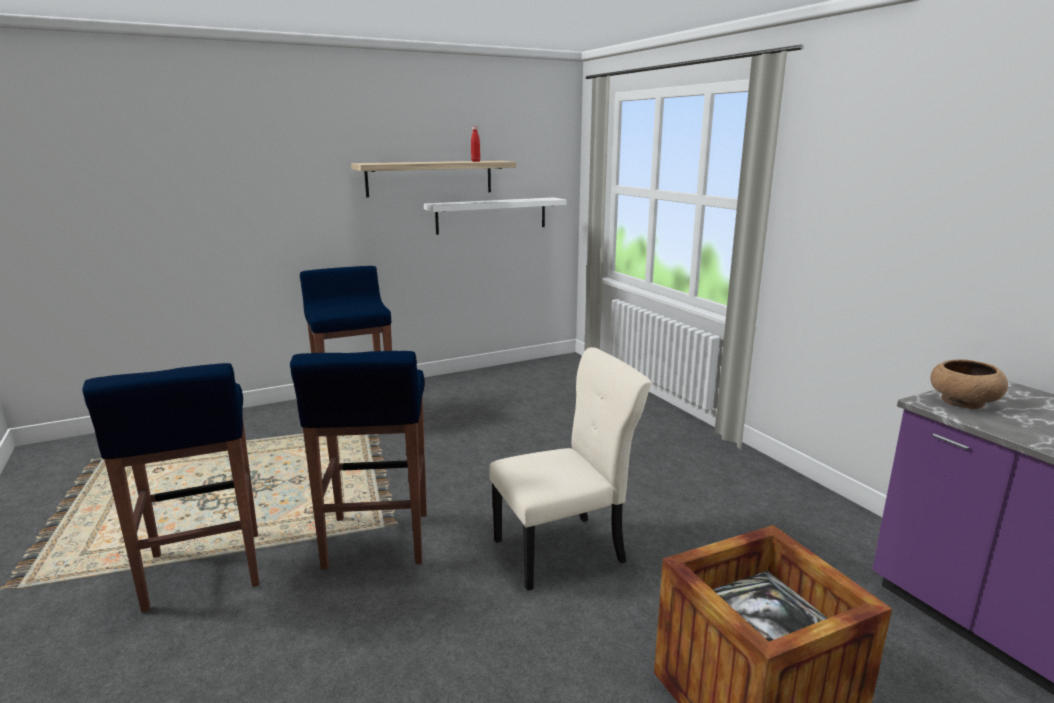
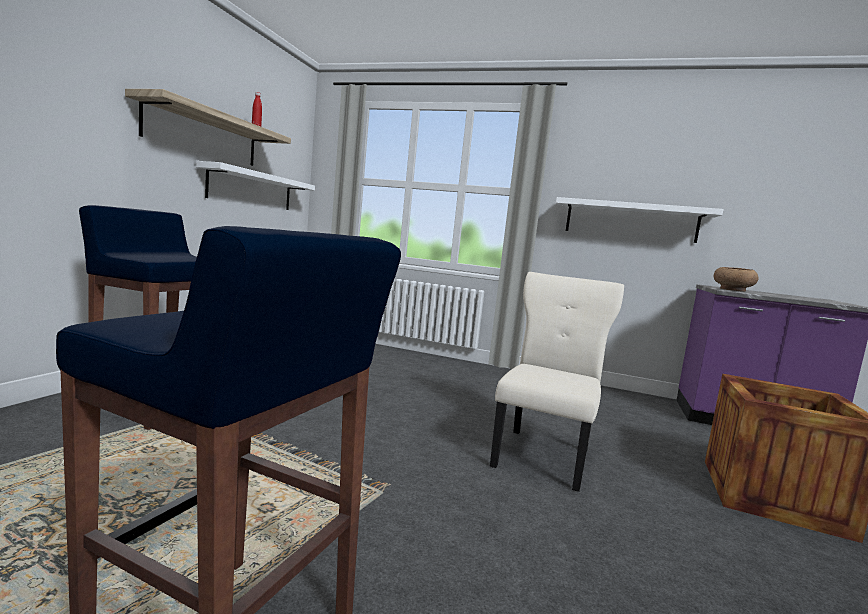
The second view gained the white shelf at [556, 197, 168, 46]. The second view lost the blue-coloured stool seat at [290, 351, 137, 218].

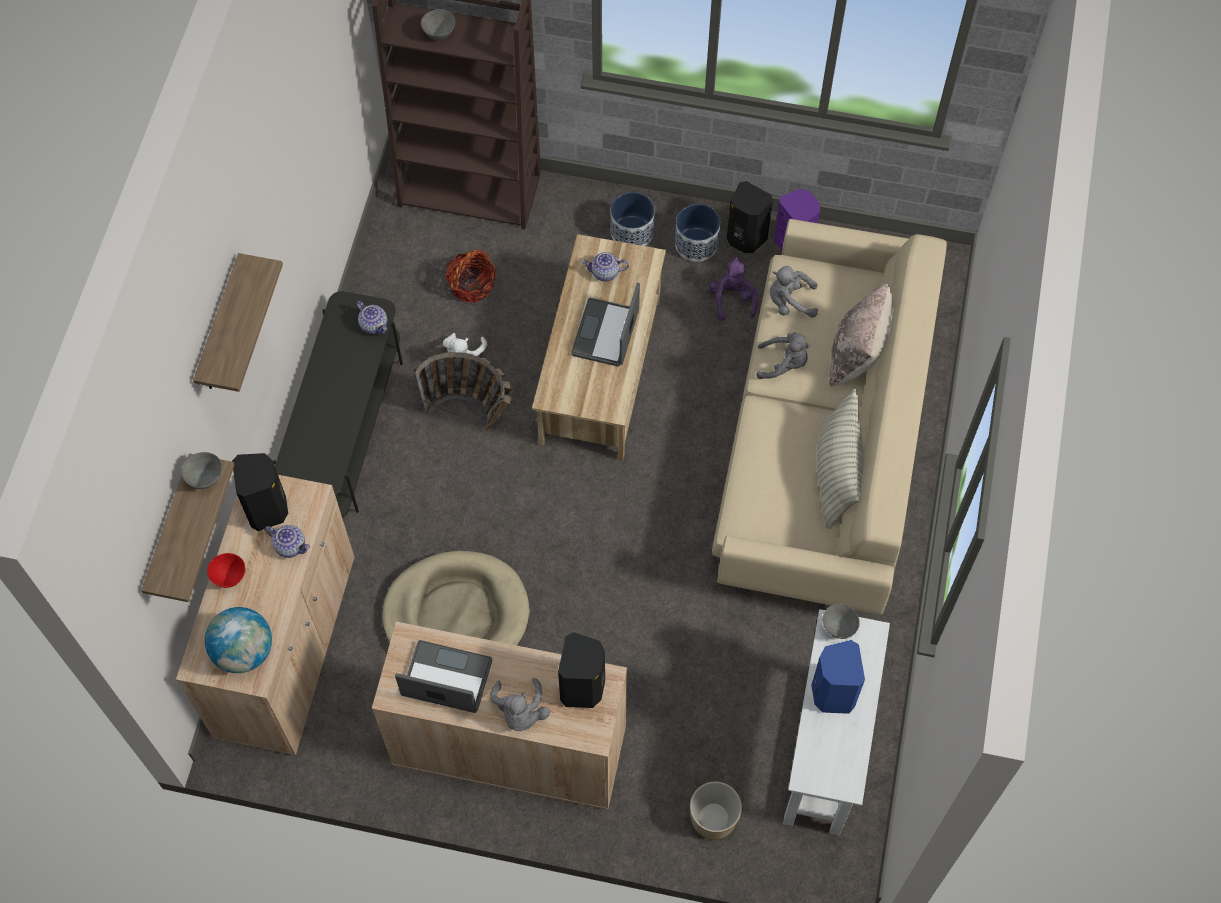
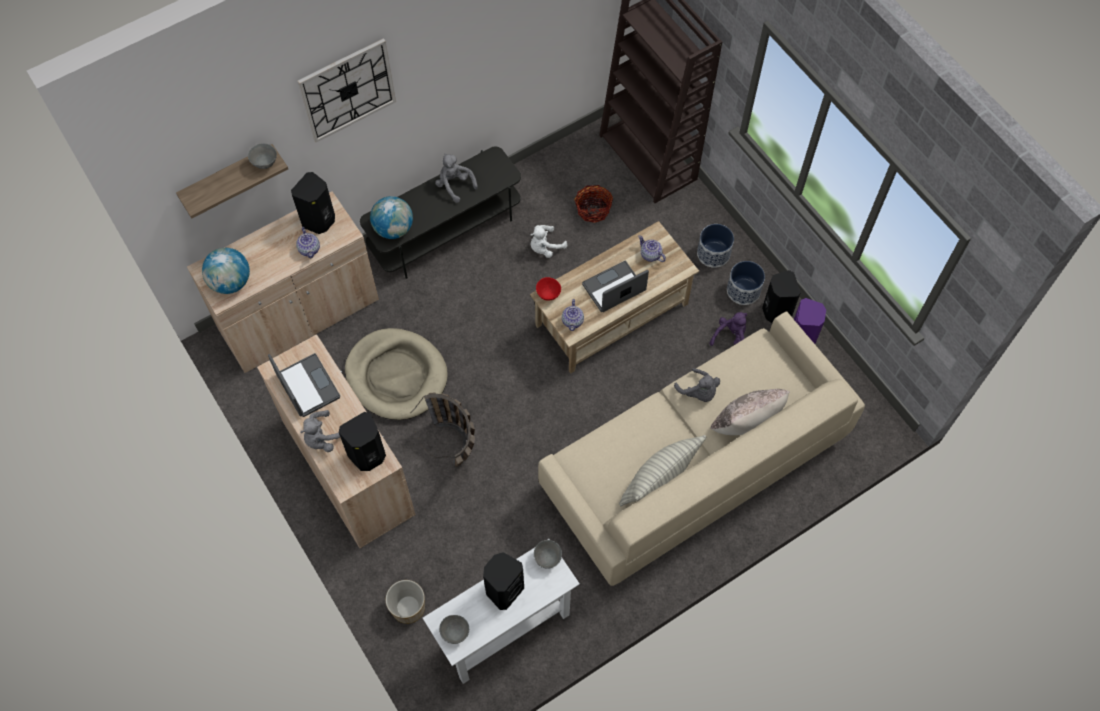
Where the shelf hung at [193, 253, 90, 139], the clock on the wall came to hang at [298, 38, 98, 104]. The second view gained the globe at [370, 196, 43, 43]. The basket ended up elsewhere, having gone from [414, 352, 98, 80] to [410, 392, 65, 75]. The greyish plush toy ended up elsewhere, having gone from [770, 266, 48, 52] to [435, 153, 43, 50]. The greyish bowl ended up elsewhere, having gone from [421, 9, 34, 31] to [439, 615, 30, 29]. What was the blue-coloured audio speaker at [811, 640, 54, 74] turned into the black-coloured audio speaker at [483, 552, 41, 58]. The red-coloured bowl ended up elsewhere, having gone from [207, 553, 38, 35] to [536, 277, 25, 23]. The pot for tea ended up elsewhere, having gone from [356, 301, 31, 33] to [562, 299, 22, 32].

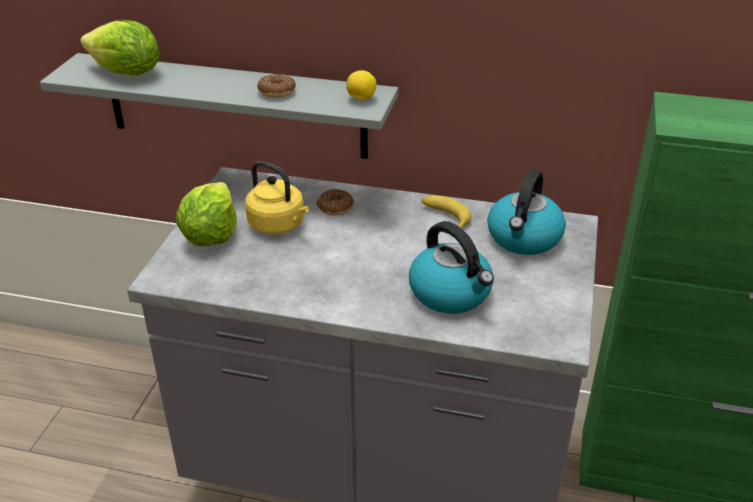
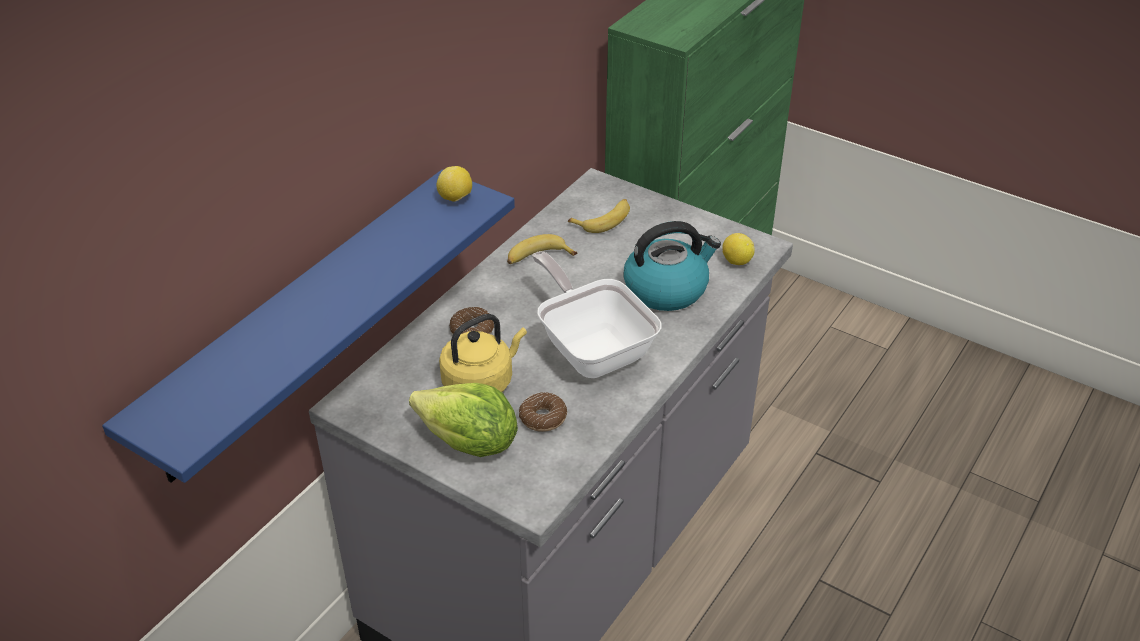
What was the greyish shelf at [40, 53, 358, 106] turned into the blue-coloured shelf at [102, 169, 413, 314]. The donut ended up elsewhere, having gone from [257, 74, 39, 24] to [519, 392, 48, 40]. The second view gained the frying pan at [532, 251, 130, 127]. Where the kettle stood at [487, 170, 79, 85], the banana fruit came to stand at [568, 199, 62, 34]. The second view gained the lemon at [722, 233, 33, 32]. The second view lost the lettuce head at [80, 20, 80, 55].

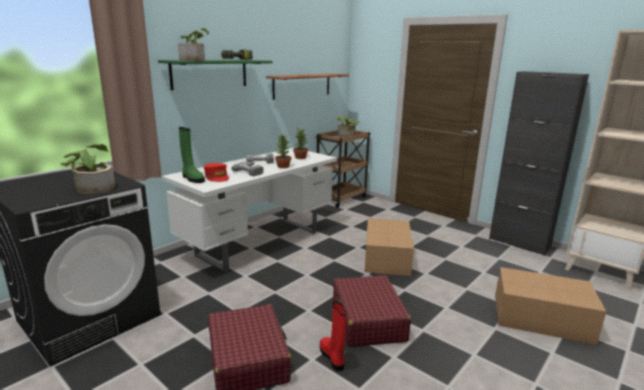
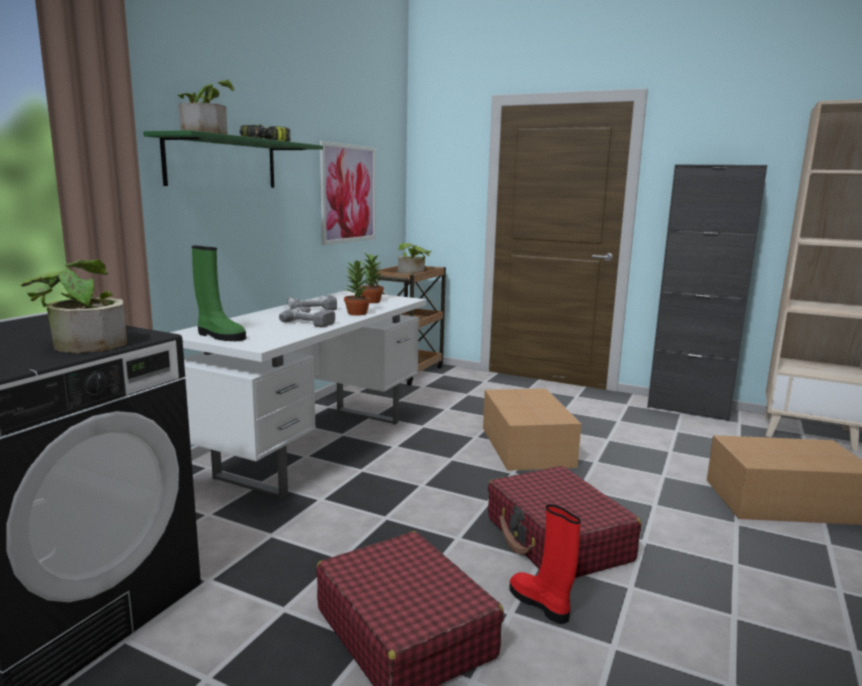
Where the shelf hung at [266, 73, 83, 27], the wall picture came to hang at [320, 141, 56, 104]. The second view lost the red-coloured cap at [204, 163, 25, 19].

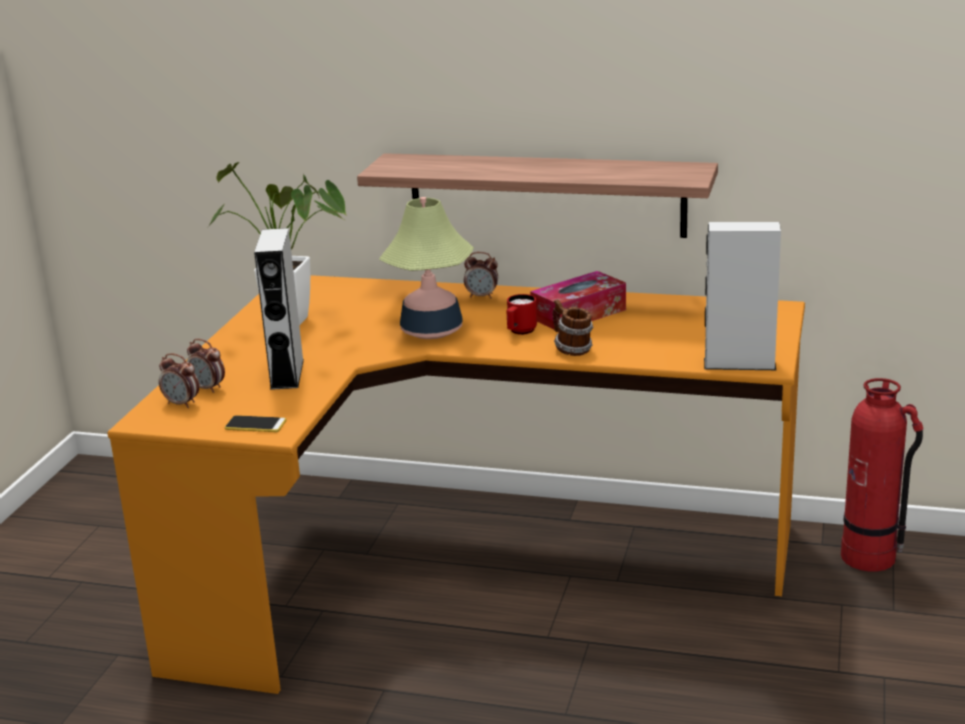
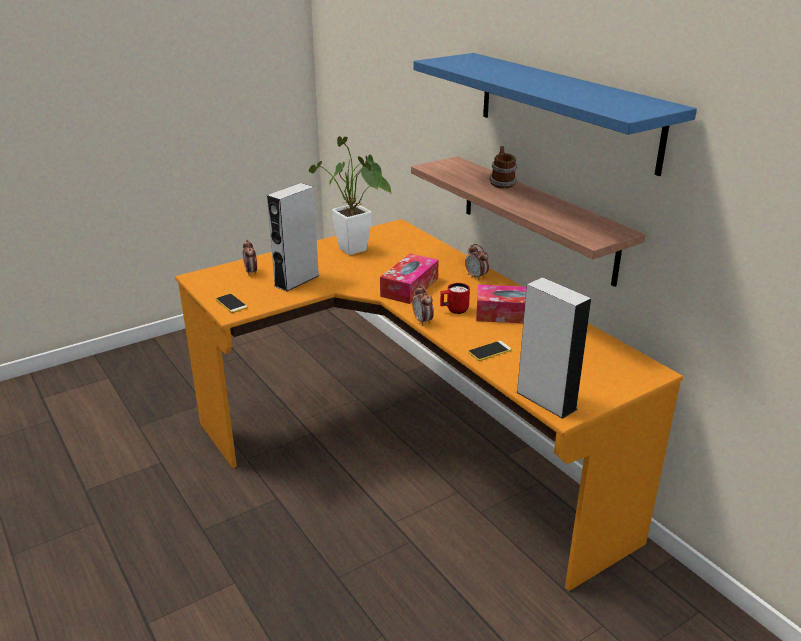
Where the tabletop lamp stood at [379, 197, 95, 142], the tissue box came to stand at [380, 253, 59, 51]. The alarm clock ended up elsewhere, having gone from [159, 353, 40, 55] to [412, 285, 22, 41]. The second view gained the blue-coloured shelf at [413, 53, 284, 123]. The second view gained the handset at [468, 341, 44, 20]. The mug ended up elsewhere, having gone from [552, 299, 41, 57] to [489, 146, 28, 43]. The second view lost the fire extinguisher at [841, 378, 82, 193].

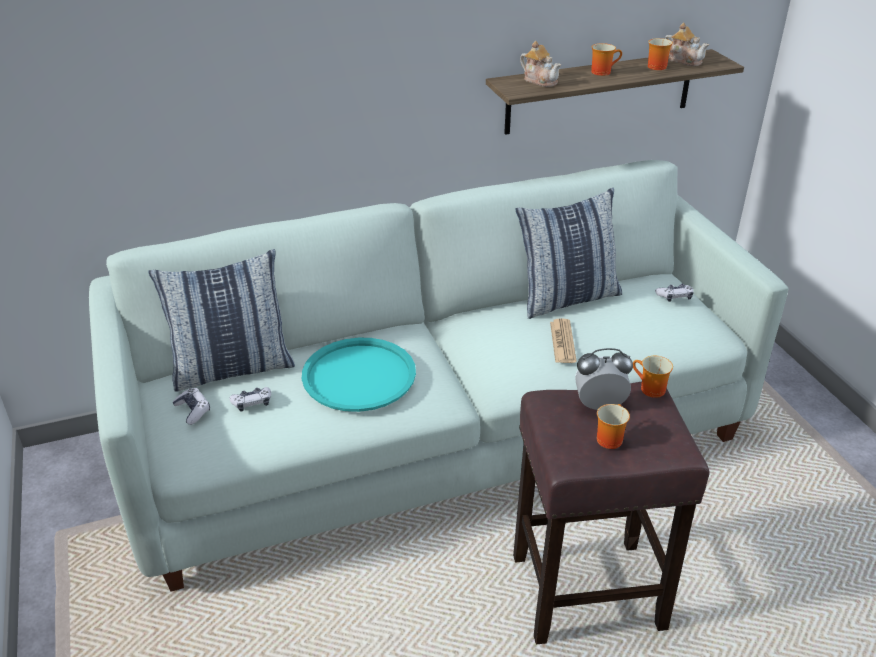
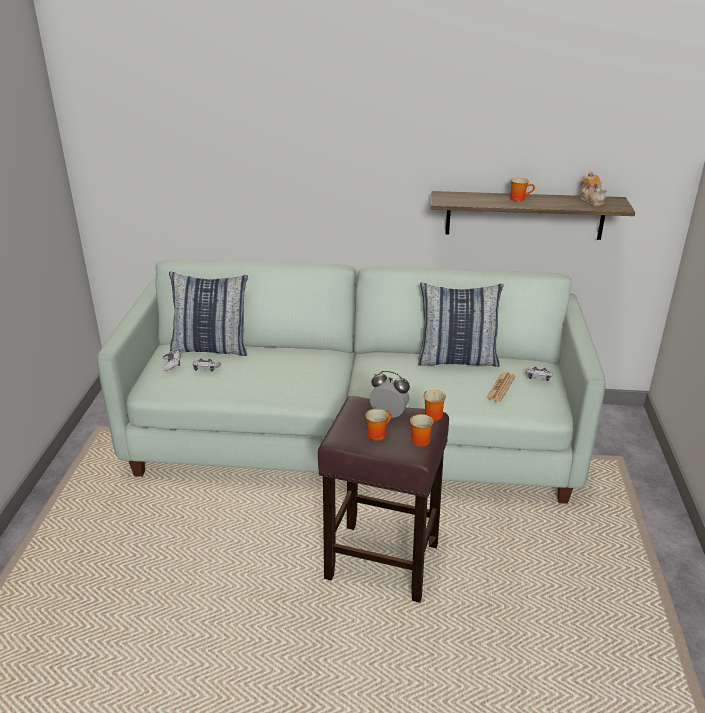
The mug ended up elsewhere, having gone from [648, 38, 25, 32] to [410, 414, 23, 33]. The newspaper ended up elsewhere, having gone from [550, 318, 27, 45] to [486, 372, 29, 30]. The second view lost the turquoise carrying tray at [302, 338, 114, 74]. The second view lost the pot for tea at [520, 41, 41, 46].

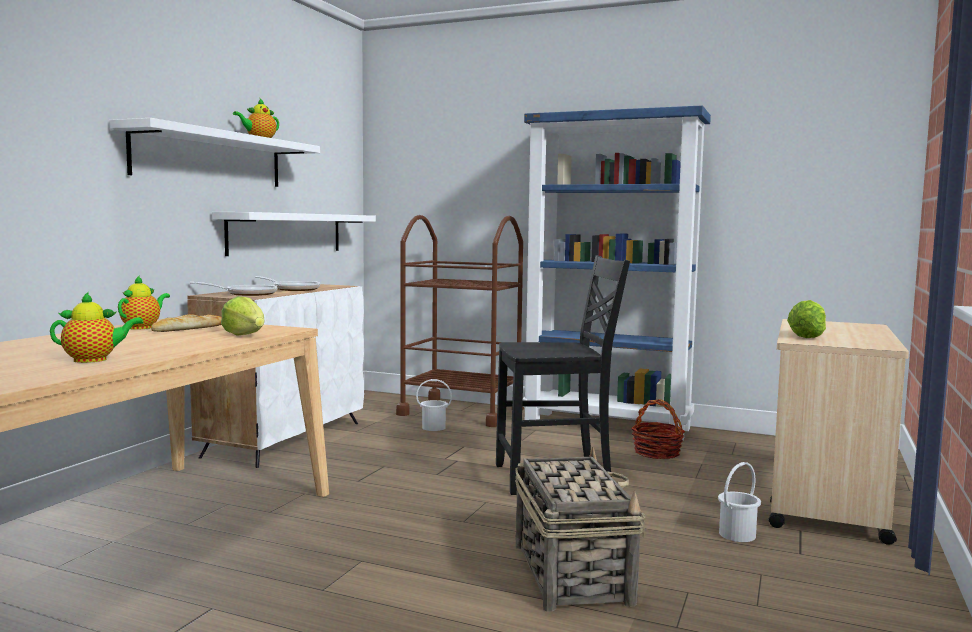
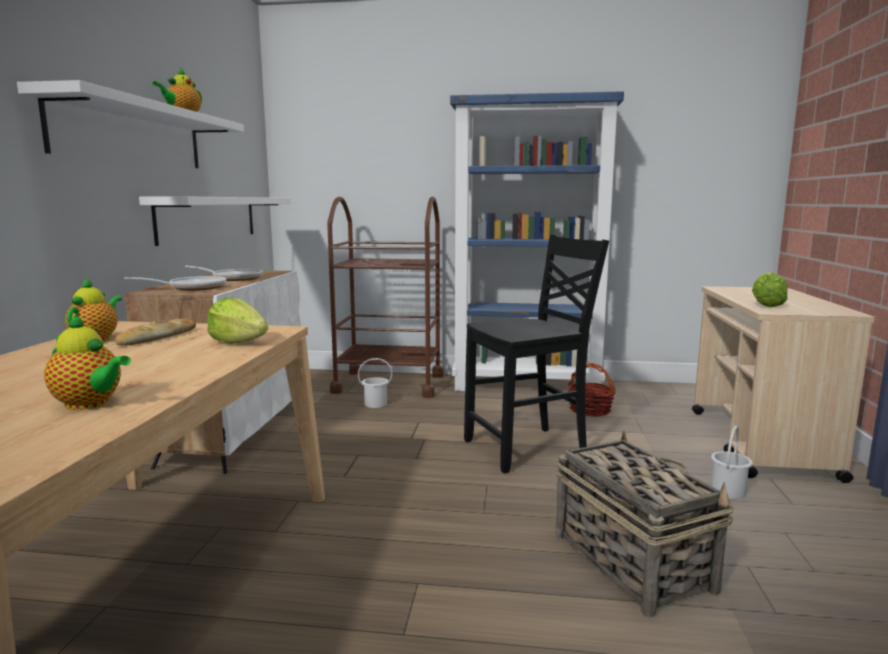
The pot for tea at [50, 292, 94, 71] ended up facing another way, 60 degrees clockwise from before.

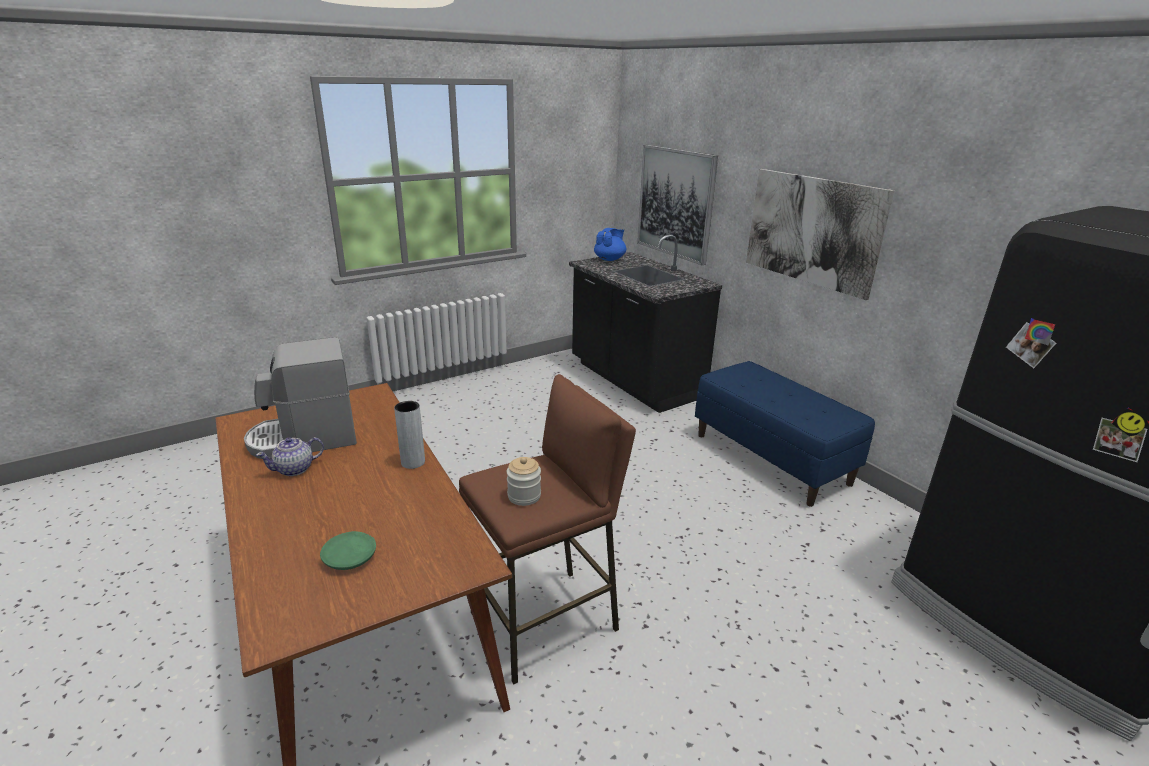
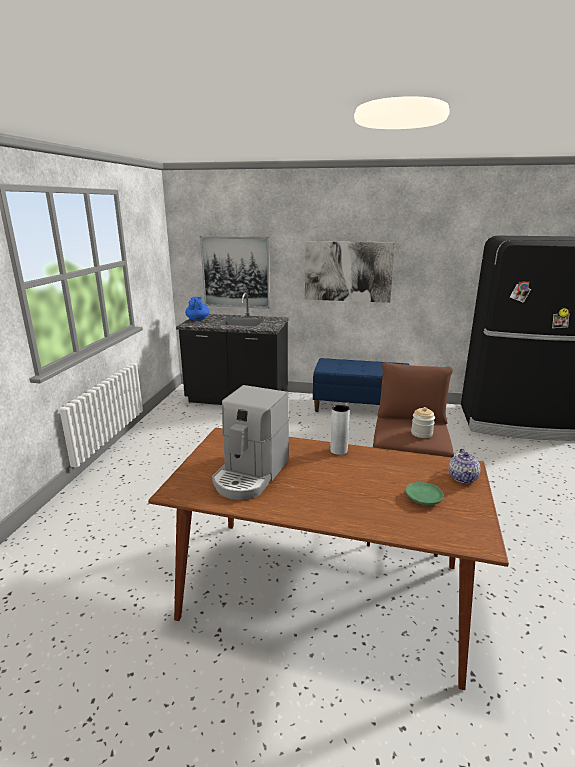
The pot for tea ended up elsewhere, having gone from [256, 437, 68, 39] to [449, 448, 31, 35].

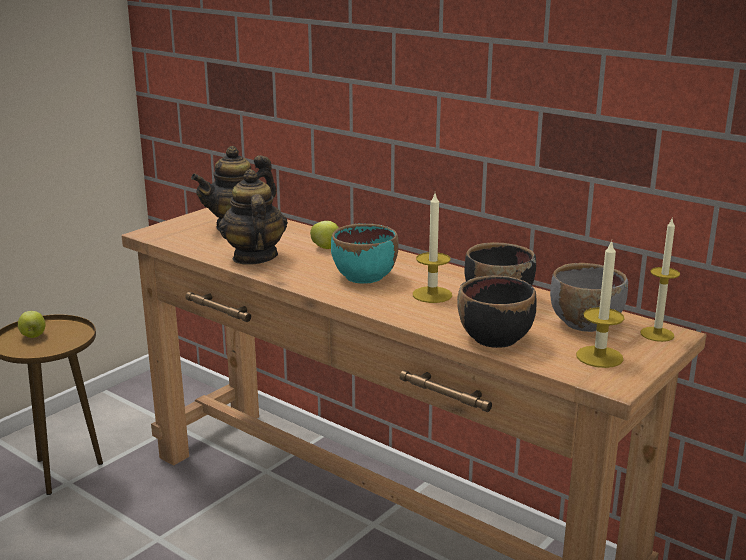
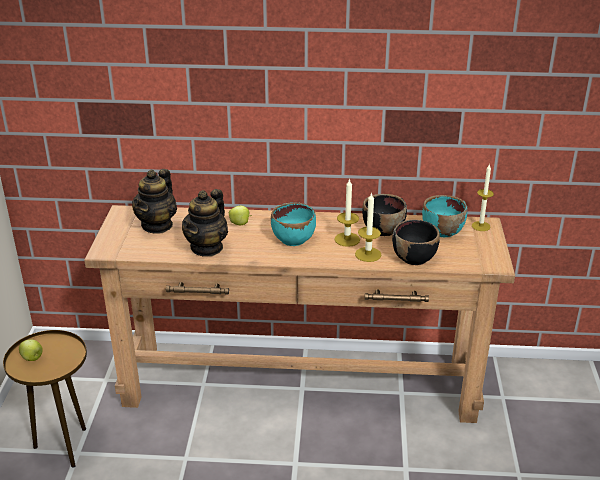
The pot for tea at [219, 169, 69, 96] ended up facing another way, 105 degrees counterclockwise from before. The candle ended up elsewhere, having gone from [576, 240, 48, 128] to [355, 192, 27, 70]. What was the greyish bowl at [550, 263, 78, 69] turned into the turquoise bowl at [422, 195, 46, 42].

